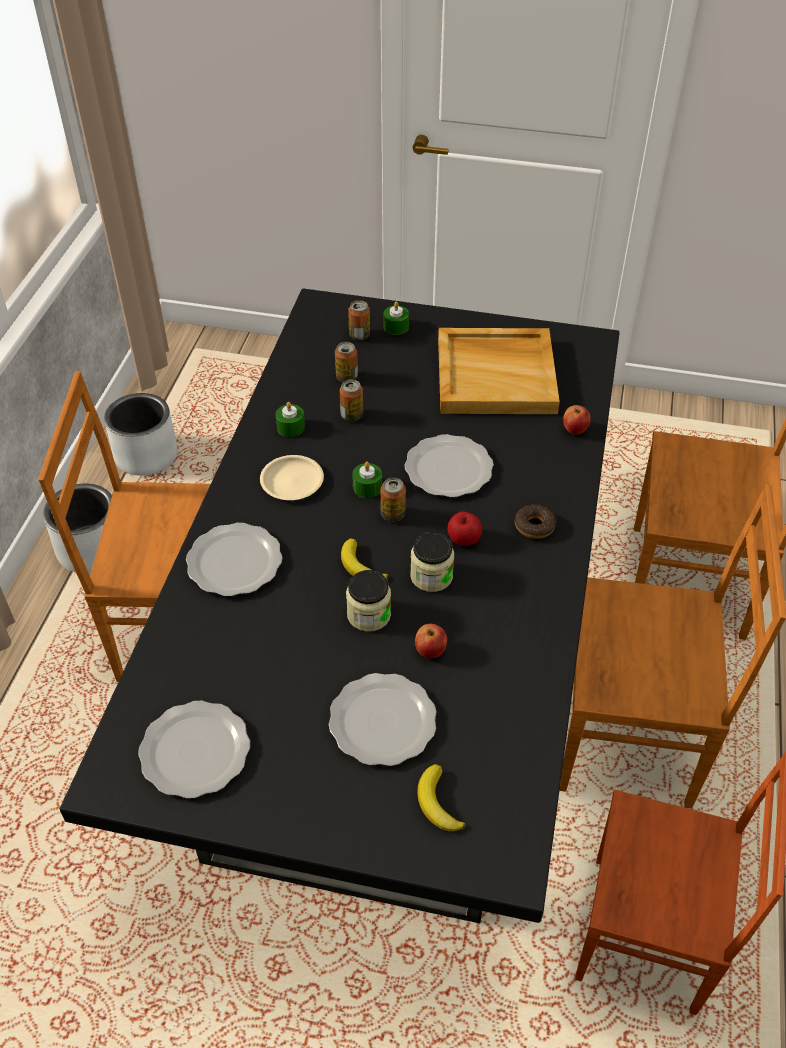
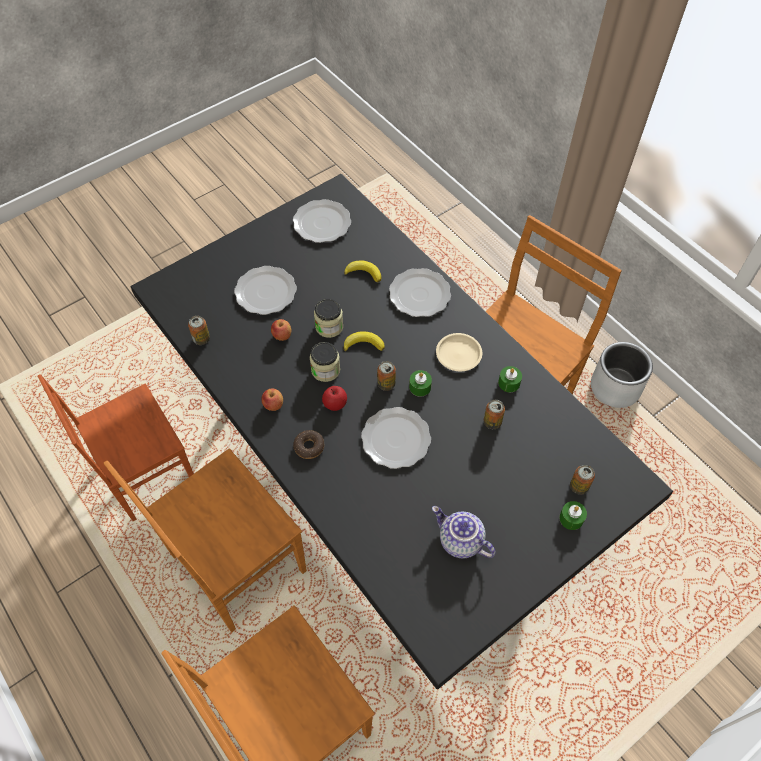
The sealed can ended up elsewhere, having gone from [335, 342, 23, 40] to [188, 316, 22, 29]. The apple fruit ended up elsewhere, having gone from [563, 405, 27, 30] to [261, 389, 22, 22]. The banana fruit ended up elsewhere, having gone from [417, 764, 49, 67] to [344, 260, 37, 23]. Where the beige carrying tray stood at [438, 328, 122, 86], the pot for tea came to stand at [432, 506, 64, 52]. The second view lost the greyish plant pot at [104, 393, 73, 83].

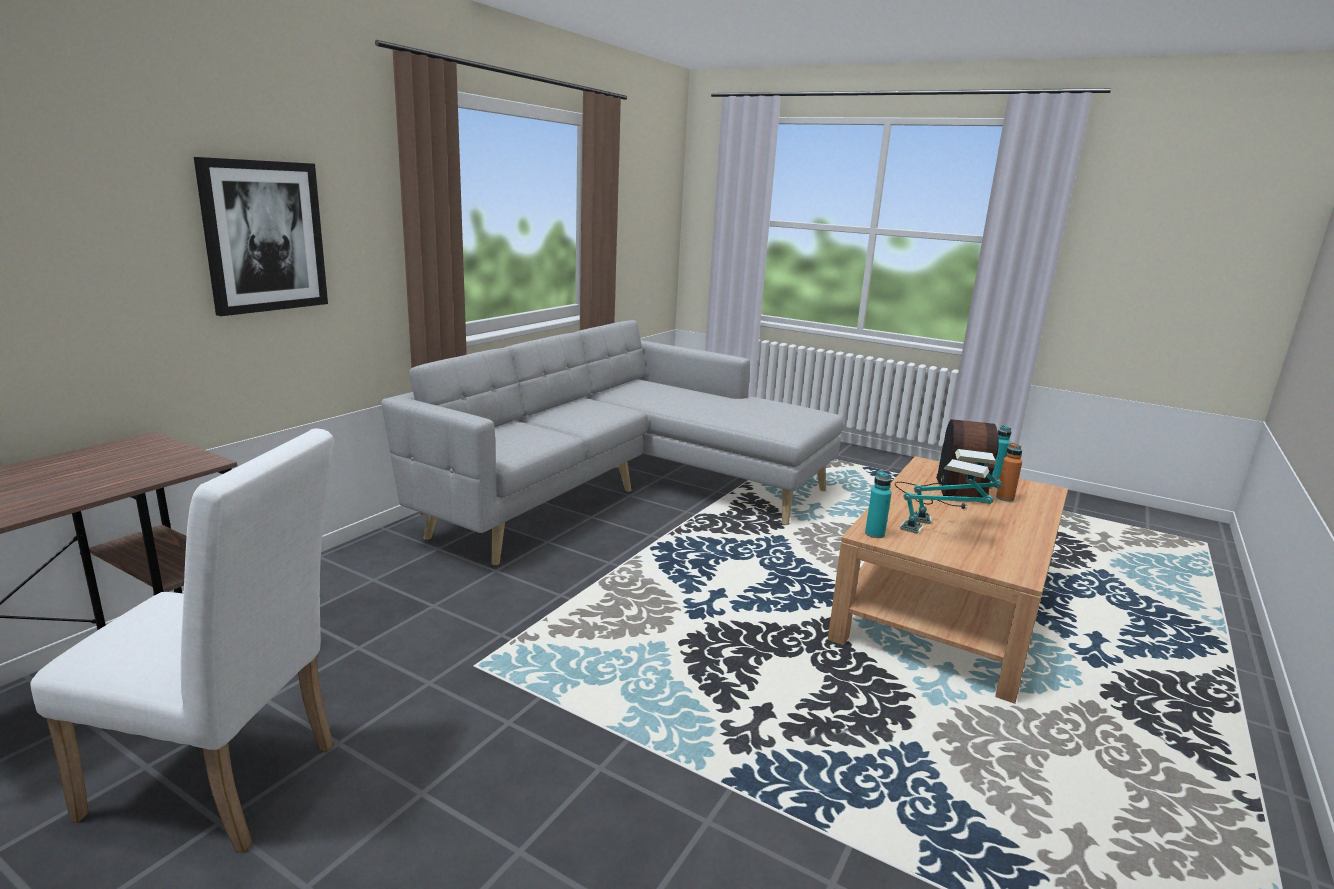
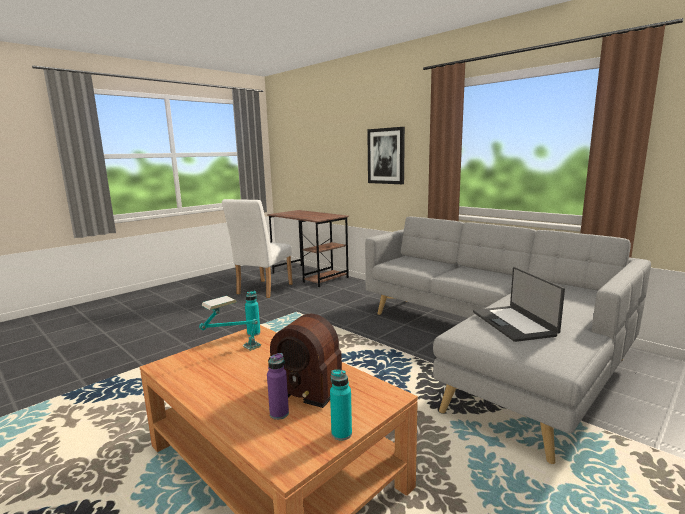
What was the orange bottle at [996, 442, 26, 60] turned into the purple-coloured bottle at [267, 353, 22, 67]. The second view gained the notebook computer at [473, 267, 92, 75]. The second view lost the tabletop lamp at [914, 449, 88, 75].

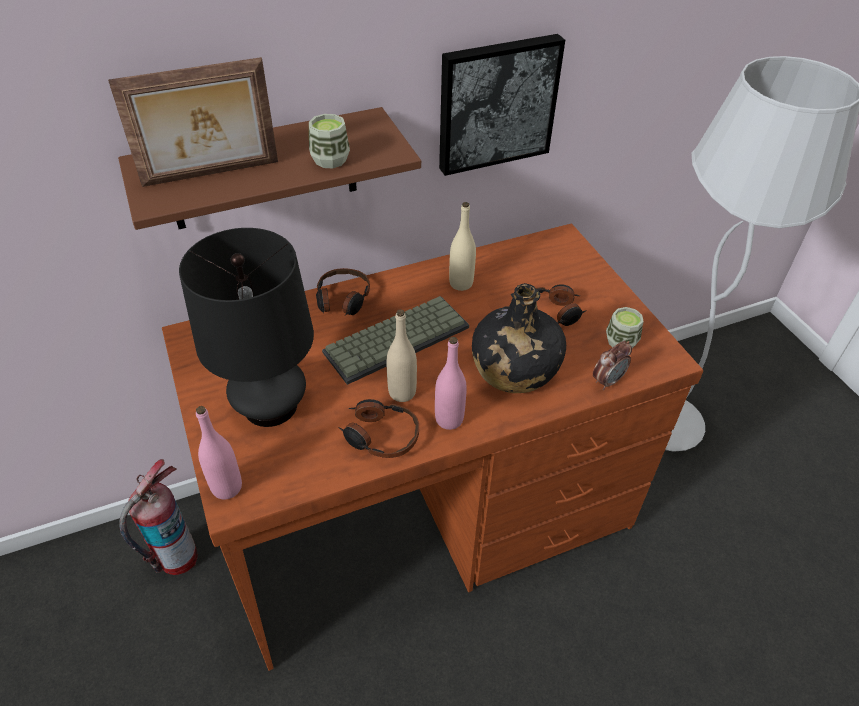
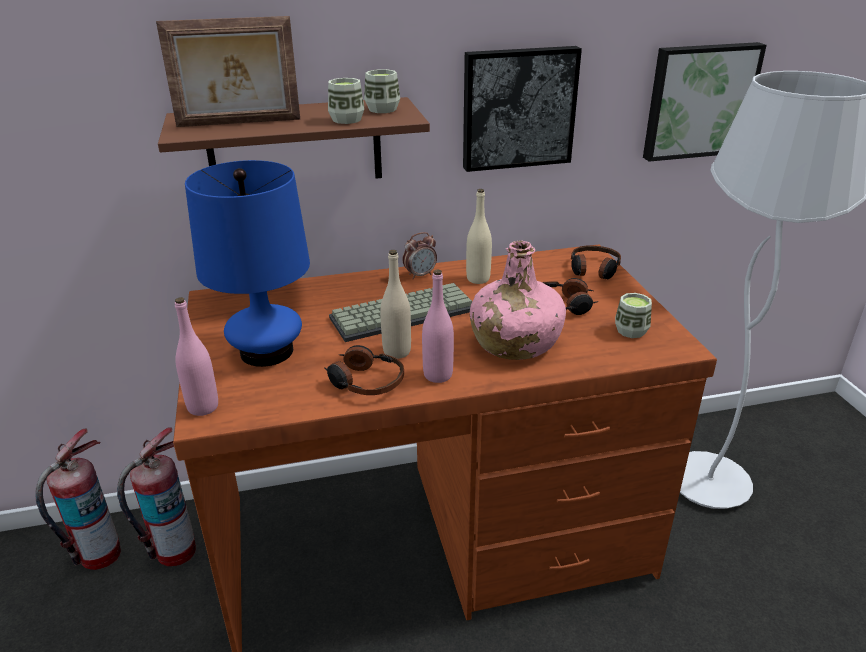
The second view gained the fire extinguisher at [35, 428, 86, 142]. What was the black-coloured tabletop lamp at [179, 228, 135, 199] turned into the blue-coloured tabletop lamp at [185, 160, 125, 207]. The second view gained the drinking cup at [364, 69, 36, 44]. The alarm clock ended up elsewhere, having gone from [593, 341, 39, 49] to [402, 232, 35, 47]. What was the black-coloured bottle at [472, 283, 94, 110] turned into the pinkish bottle at [470, 240, 96, 120]. The pair of headphones ended up elsewhere, having gone from [316, 268, 54, 48] to [571, 245, 50, 34]. The second view gained the wall picture at [643, 42, 124, 120].

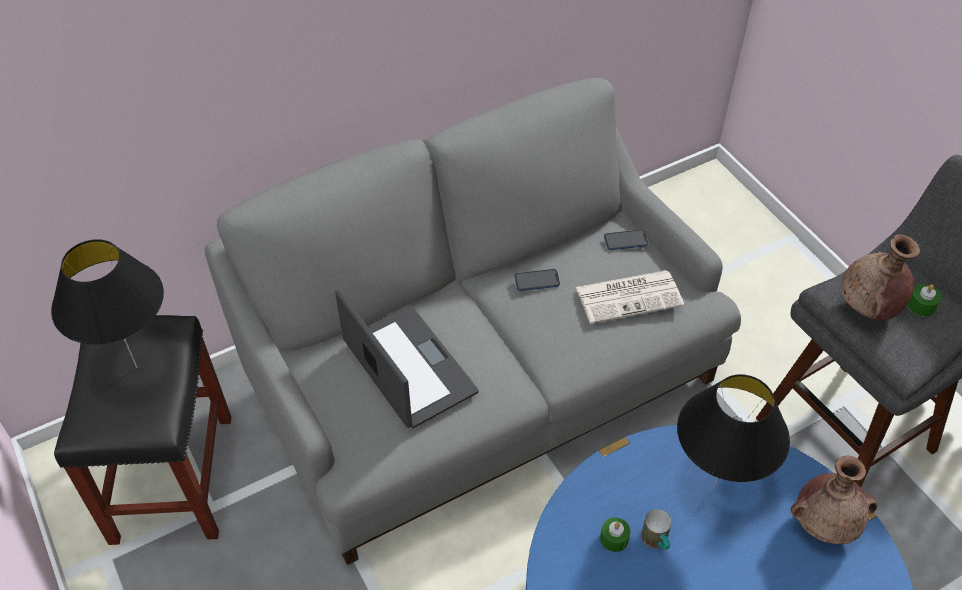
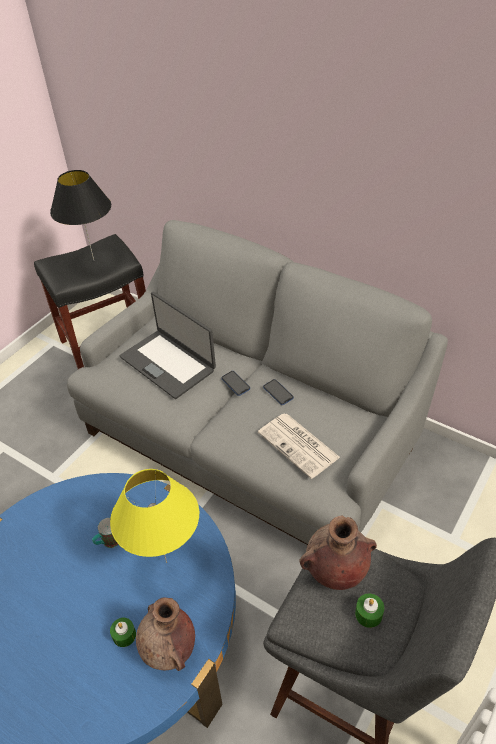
What was the black-coloured tabletop lamp at [677, 374, 113, 117] turned into the yellow-coloured tabletop lamp at [110, 469, 89, 94]. The green candle ended up elsewhere, having gone from [600, 517, 30, 35] to [110, 618, 26, 29]. The notebook computer at [335, 289, 144, 139] ended up facing another way, 105 degrees clockwise from before. The handset ended up elsewhere, having gone from [604, 229, 44, 21] to [221, 371, 29, 25].

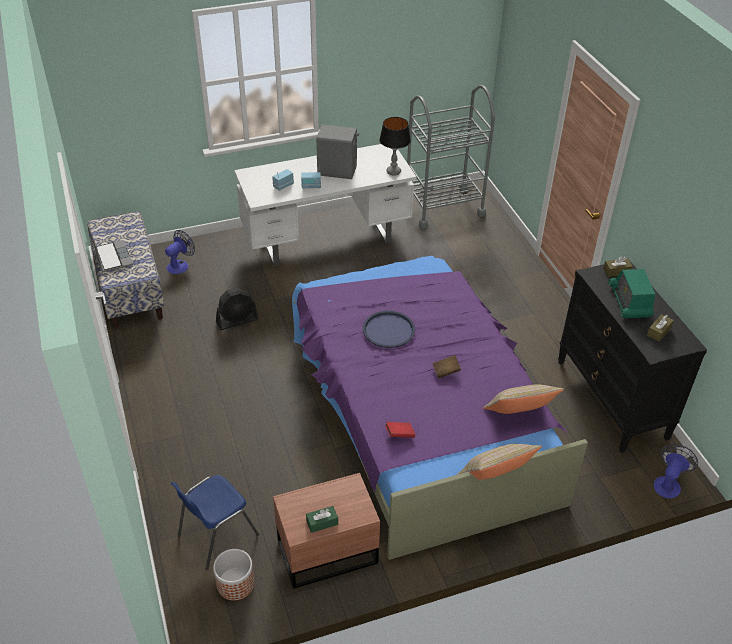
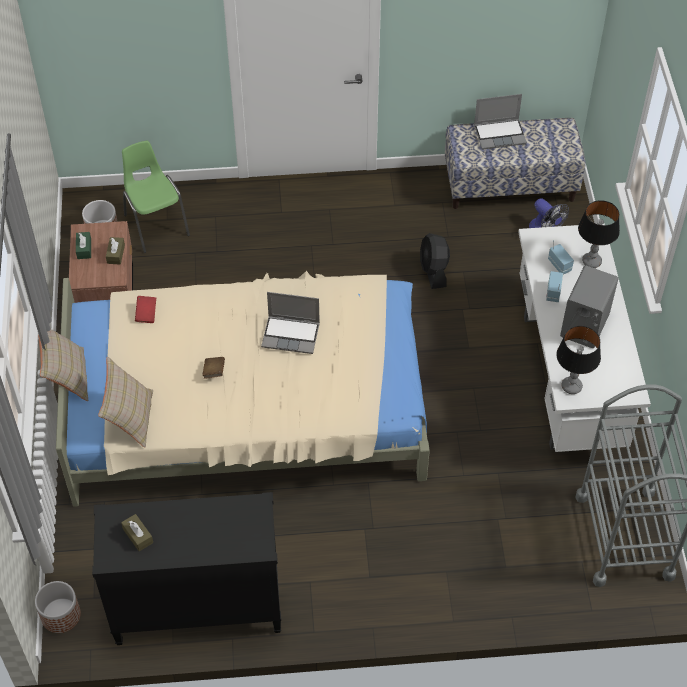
Where the fan stood at [654, 444, 44, 55], the plant pot came to stand at [35, 581, 46, 52]. What was the purple-coloured bedroom bed at [292, 256, 296, 304] turned into the beige bedroom bed at [56, 271, 374, 236]. The brownish tissue box ended up elsewhere, having gone from [603, 256, 30, 21] to [106, 237, 19, 27]. What was the blue-coloured upright chair at [171, 475, 88, 95] turned into the green upright chair at [122, 141, 68, 112]. Where the blue-coloured carrying tray stood at [363, 311, 52, 37], the notebook computer came to stand at [261, 292, 59, 62]. The second view gained the tabletop lamp at [578, 200, 42, 68]. The second view lost the radio at [608, 269, 47, 49].

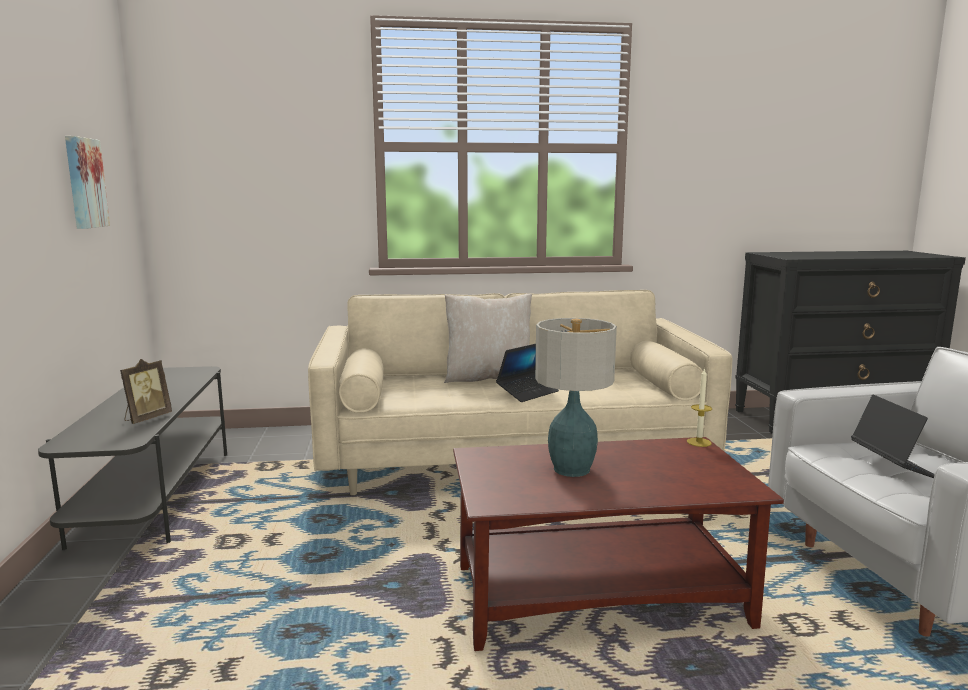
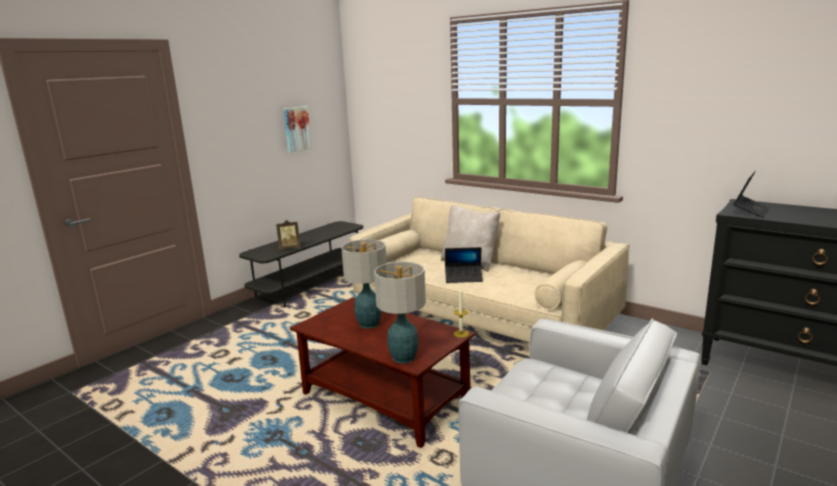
The second view gained the tabletop lamp at [374, 261, 52, 102]. The notebook computer ended up elsewhere, having gone from [851, 395, 84, 83] to [733, 171, 36, 47].

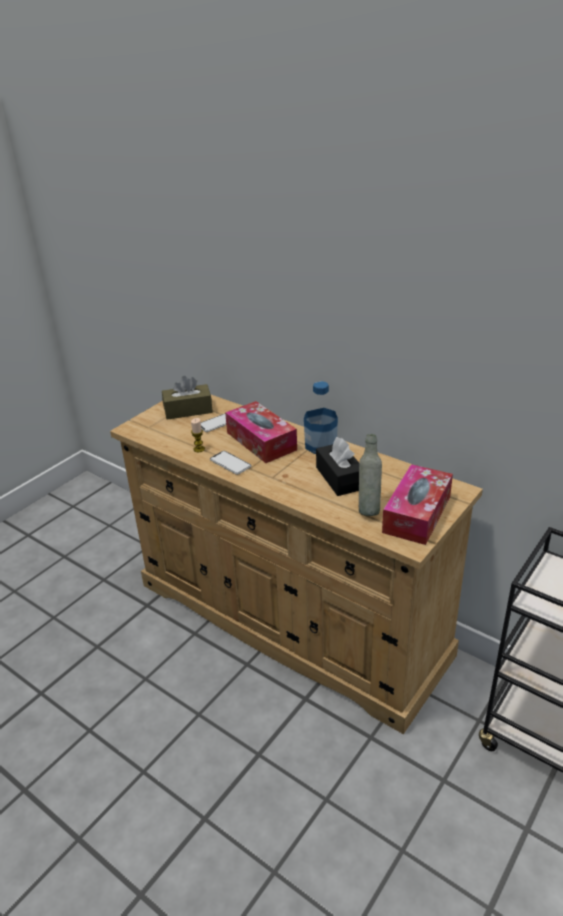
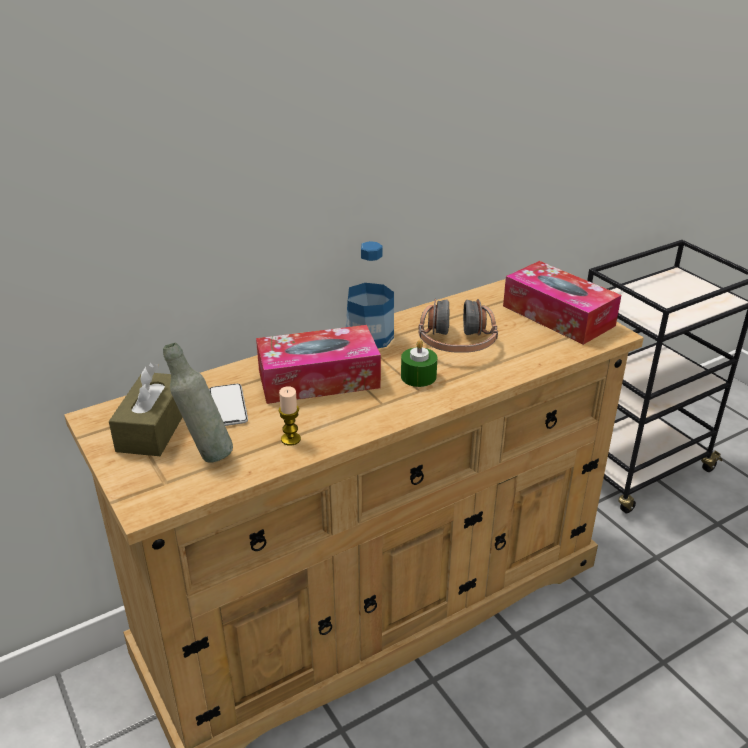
The greyish bottle ended up elsewhere, having gone from [359, 434, 23, 82] to [163, 343, 70, 120]. The second view gained the green candle at [401, 340, 36, 47]. Where the black-coloured tissue box stood at [316, 437, 43, 59], the pair of headphones came to stand at [419, 299, 79, 54]. The second view lost the handset at [210, 451, 42, 24].

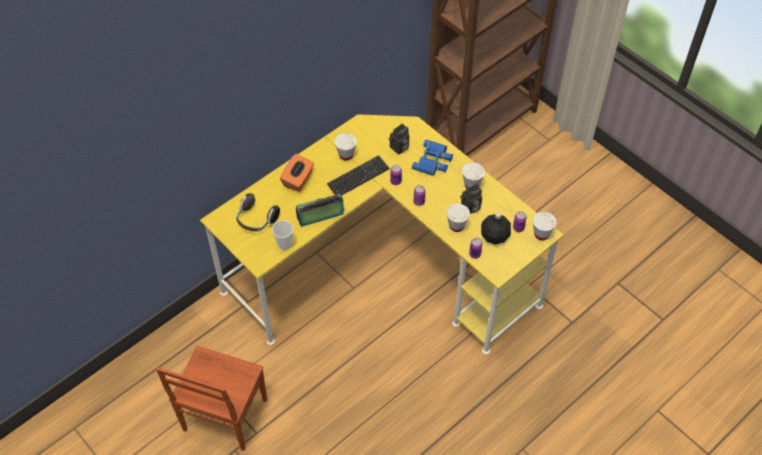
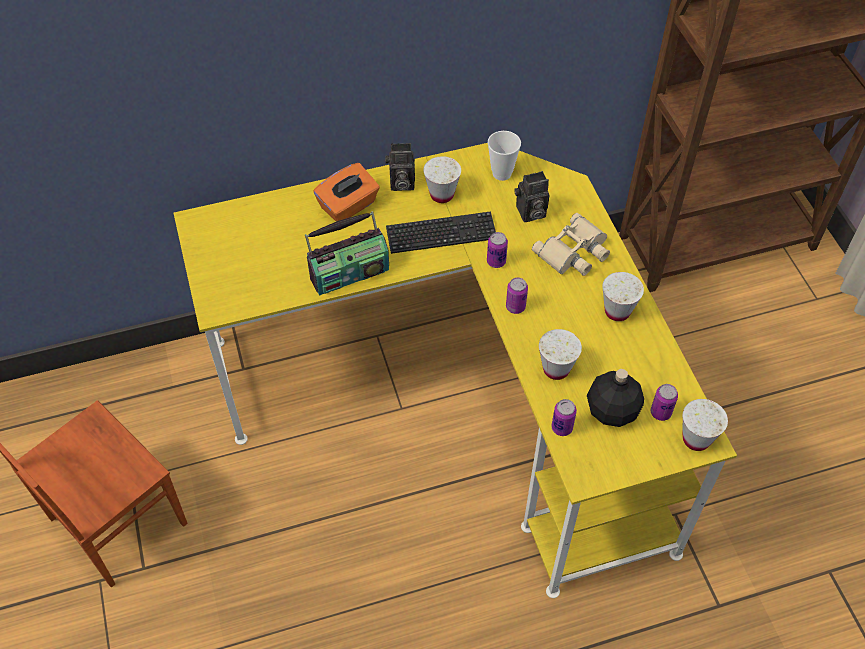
The radio at [296, 194, 48, 33] ended up facing another way, 150 degrees clockwise from before. The photo camera ended up elsewhere, having gone from [460, 184, 22, 30] to [385, 143, 30, 48]. The drinking cup ended up elsewhere, having gone from [272, 220, 21, 30] to [488, 131, 33, 50]. What was the blue-coloured binoculars at [412, 140, 41, 36] turned into the beige binoculars at [532, 213, 78, 63]. The second view lost the pair of headphones at [236, 193, 44, 38].

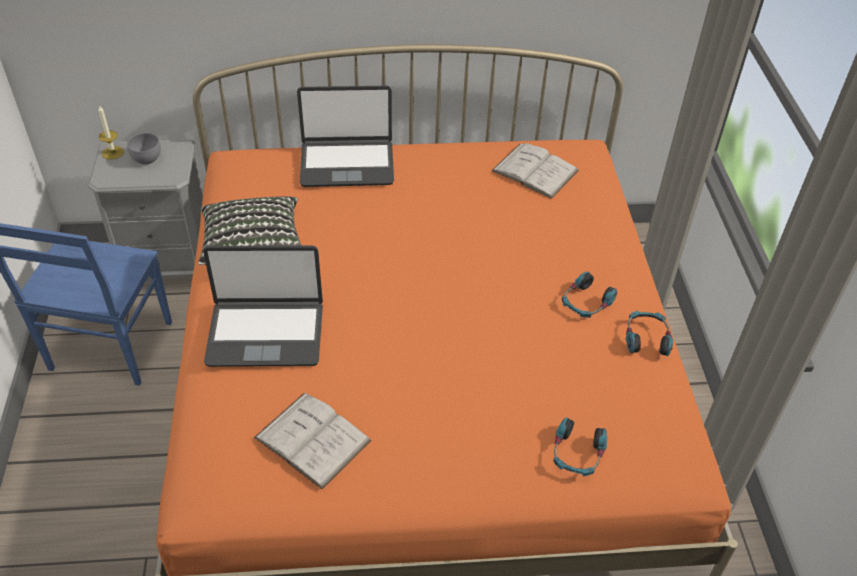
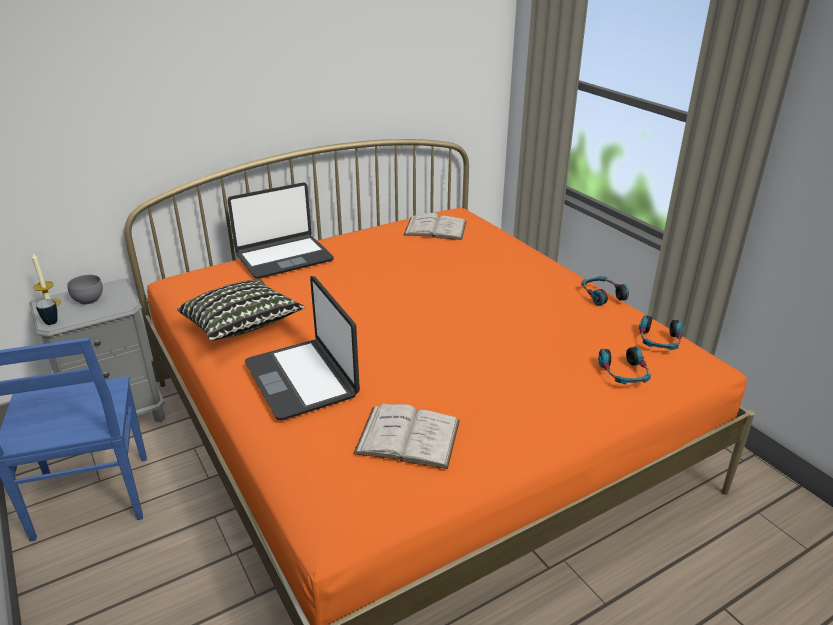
The second view gained the mug at [36, 299, 22, 26]. The notebook computer at [203, 246, 120, 121] ended up facing another way, 90 degrees clockwise from before. The pair of headphones ended up elsewhere, having gone from [562, 271, 55, 47] to [639, 315, 44, 35].

